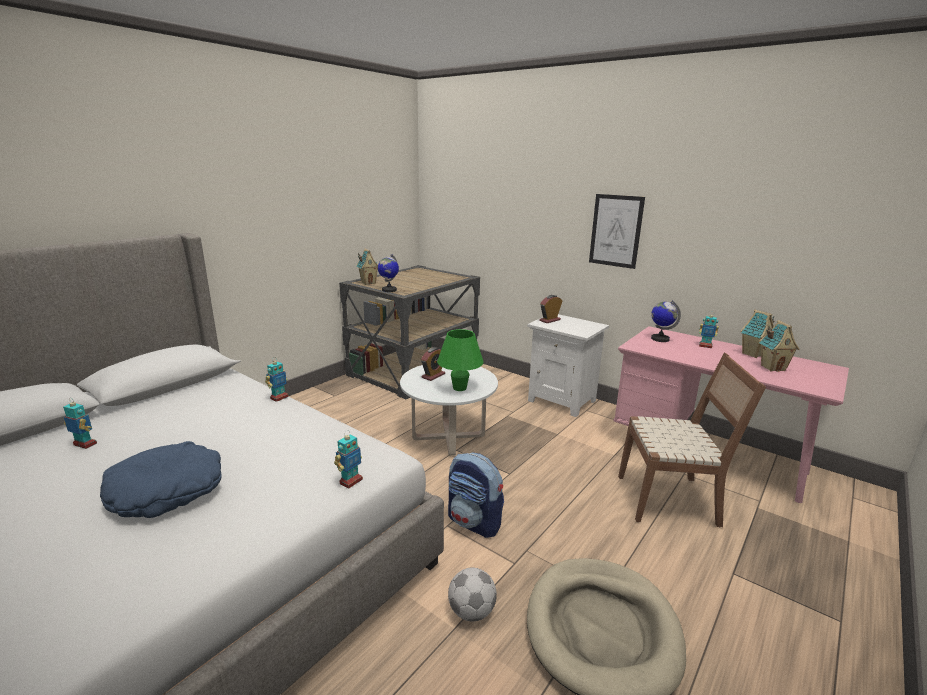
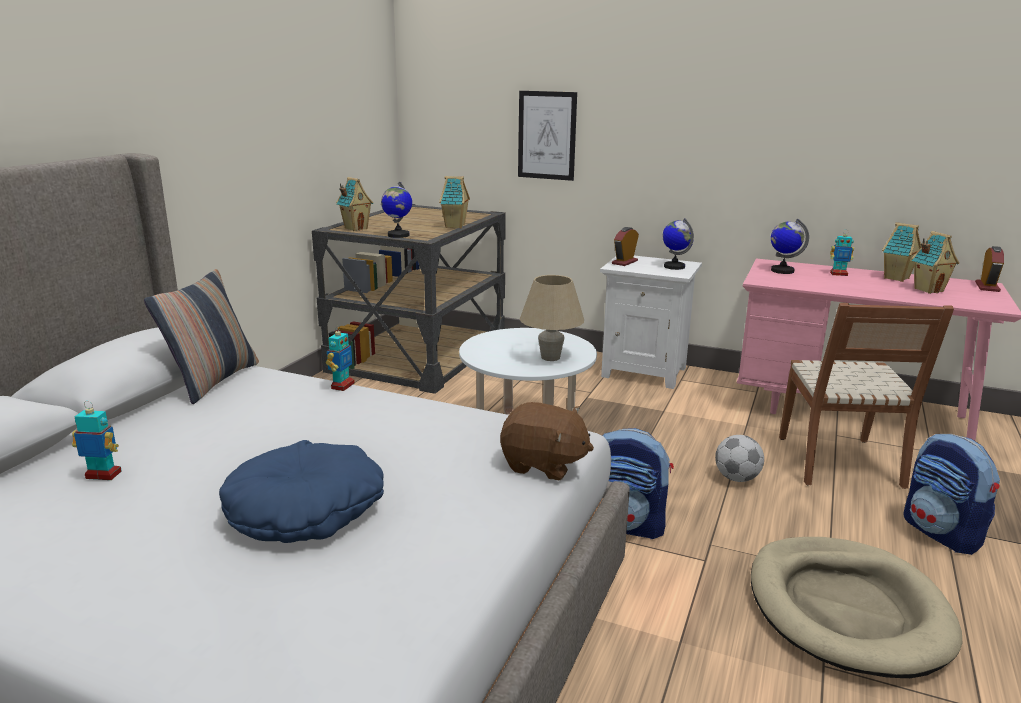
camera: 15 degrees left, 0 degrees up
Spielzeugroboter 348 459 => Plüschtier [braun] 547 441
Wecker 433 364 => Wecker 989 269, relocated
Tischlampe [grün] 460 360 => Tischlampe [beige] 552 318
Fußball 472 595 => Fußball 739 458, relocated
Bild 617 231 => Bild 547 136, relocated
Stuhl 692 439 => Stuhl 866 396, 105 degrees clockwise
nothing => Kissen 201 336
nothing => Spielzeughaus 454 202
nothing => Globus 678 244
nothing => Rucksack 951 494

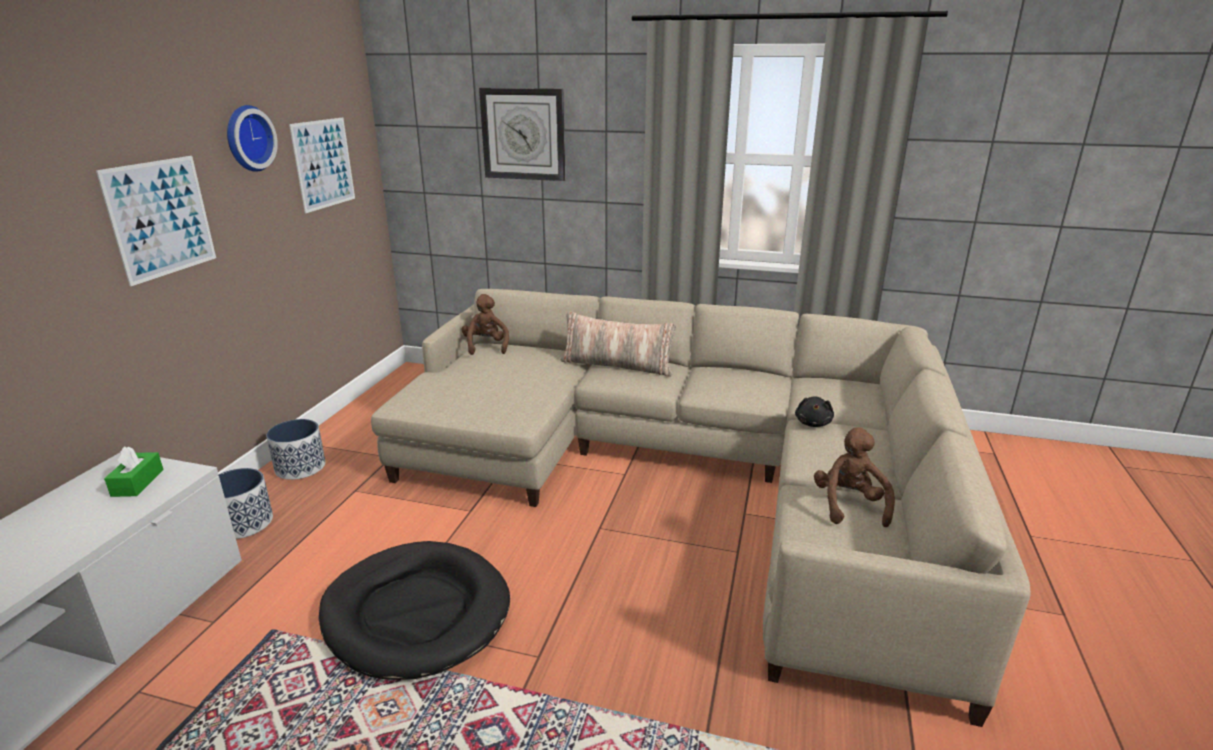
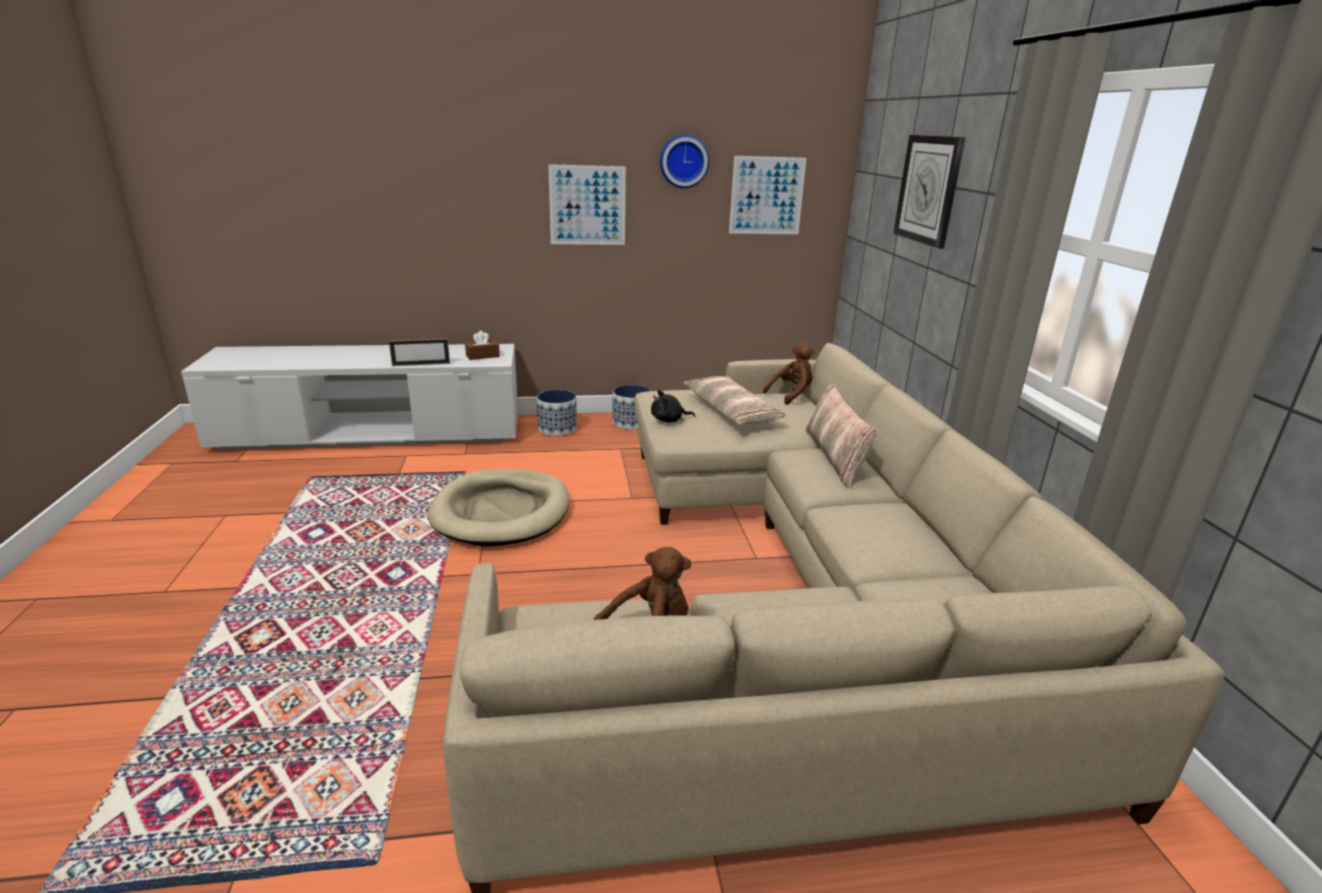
camera: 65 degrees right, 0 degrees up
Taschentuchbox [grün] 134 472 => Taschentuchbox [braun] 482 345
Hundebett [schwarz] 414 610 => Hundebett [beige] 498 508
Plüschtier [schwarz] 814 412 => Plüschtier [schwarz] 673 406, relocated
nothing => Bilderrahmen 419 352
nothing => Kissen 734 400

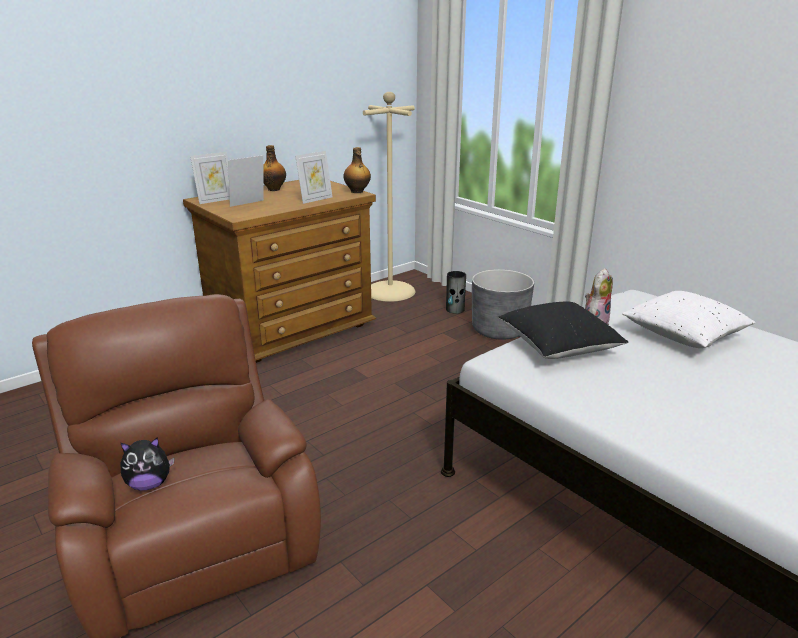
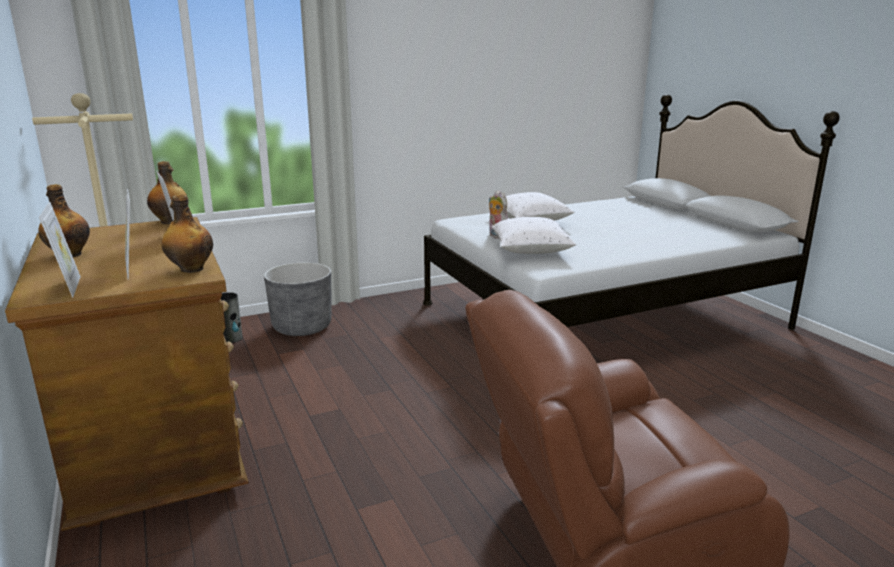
camera: 75 degrees left, 5 degrees down
Plüschtier 148 464 => nothing
Kissen [schwarz] 563 330 => Kissen [weiß] 533 235
nothing => Flasche 187 234

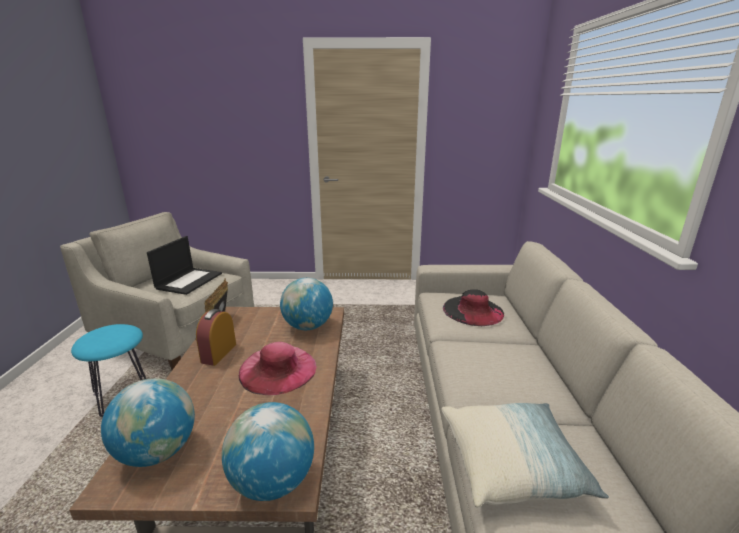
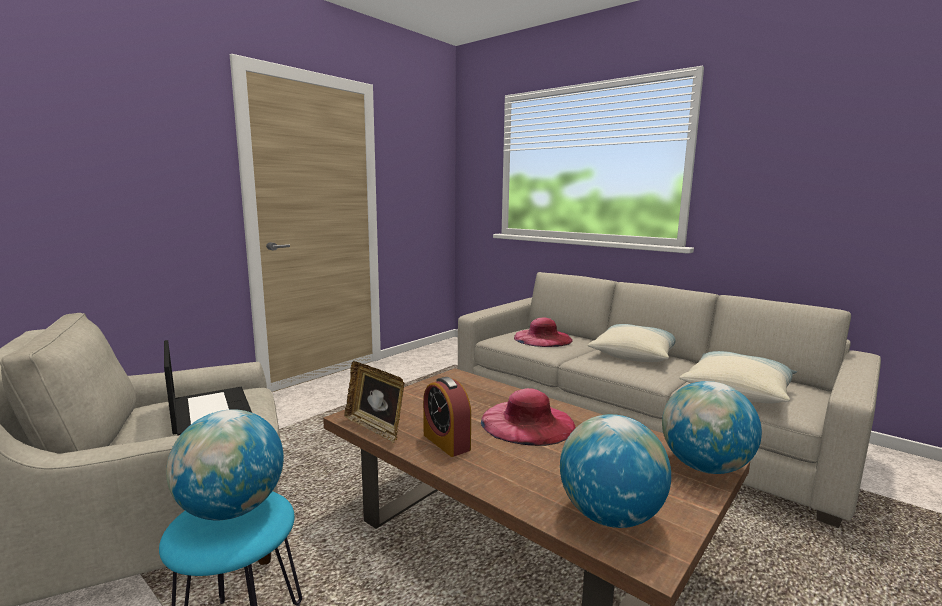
camera: 50 degrees left, 10 degrees down
Globus 306 304 => Globus 225 464, relocated
Hut [schwarz] 473 307 => Hut [rosa] 543 332
nothing => Kissen 632 343

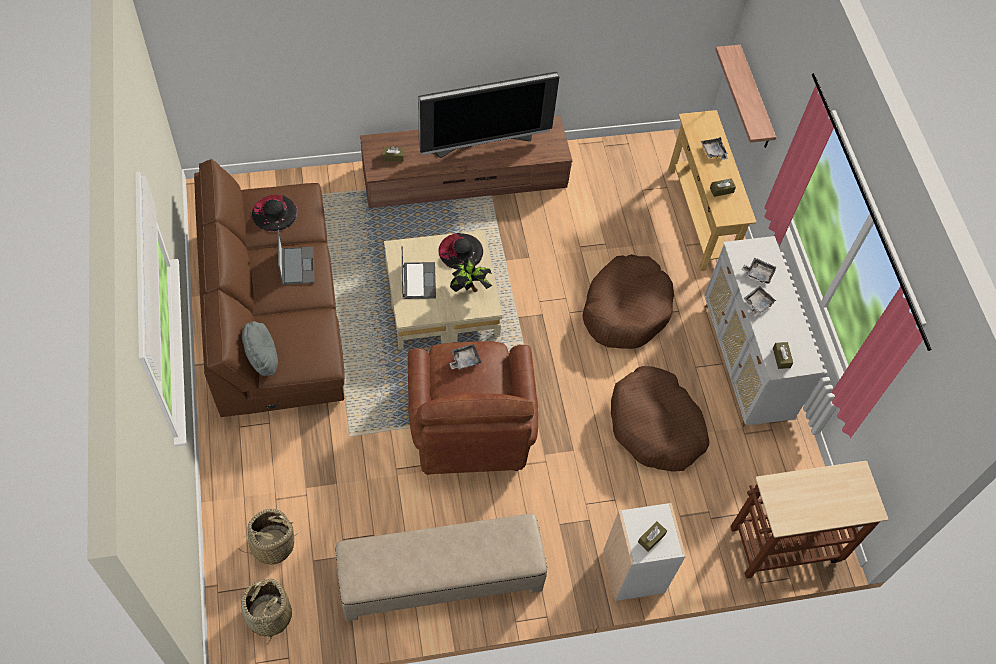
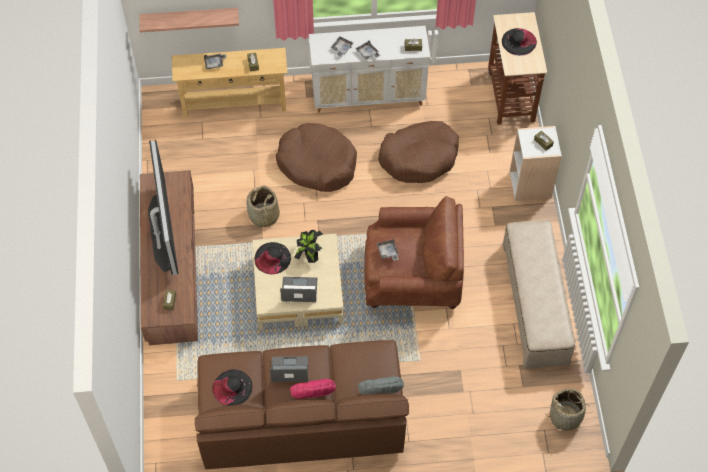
camera: 80 degrees left, 0 degrees up
Korb 269 537 => Korb 263 207, relocated
nothing => Kissen [rosa] 313 389
nothing => Hut [schwarz] 519 42

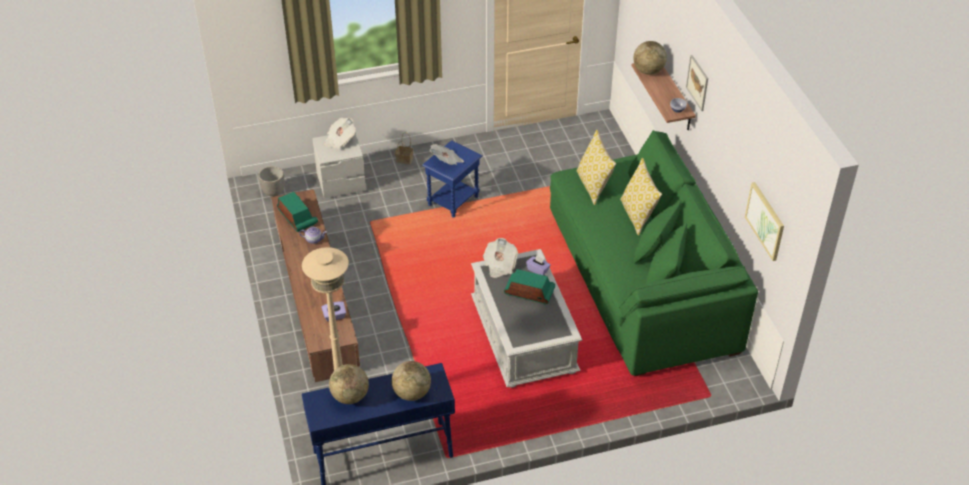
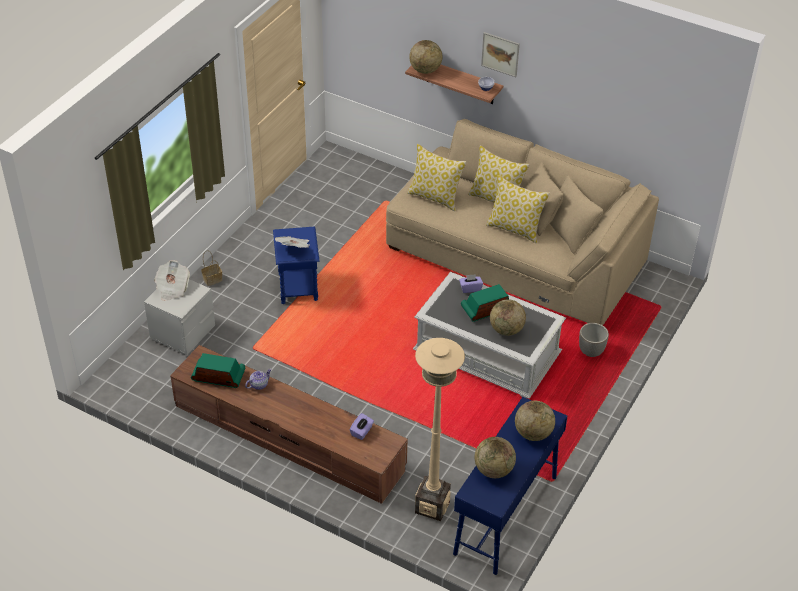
camera: 45 degrees left, 0 degrees up
Pflanzkübel 271 181 => Pflanzkübel 594 340, relocated
Zeitung 500 258 => nothing
Sofa [grün] 654 253 => Sofa [beige] 522 222
Bild 764 221 => nothing
nothing => Kissen 518 209
nothing => Globus 508 317

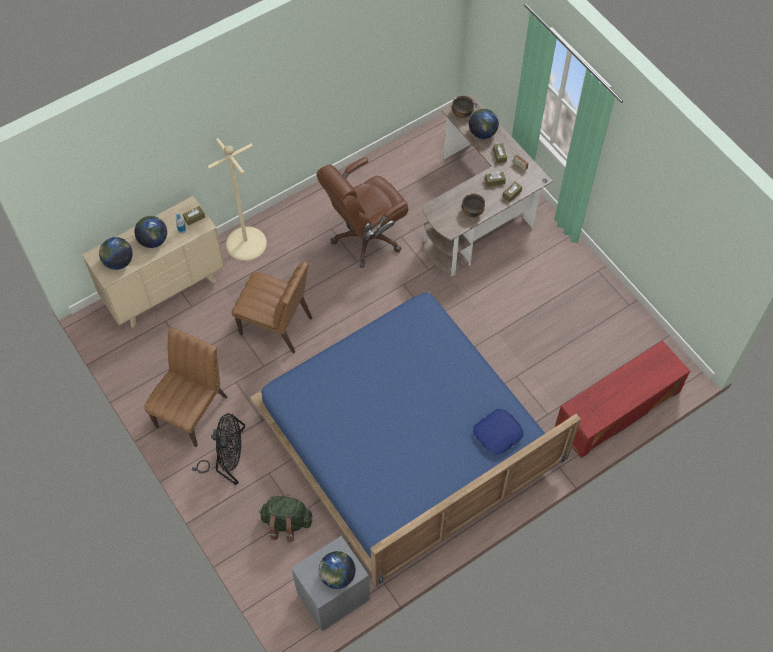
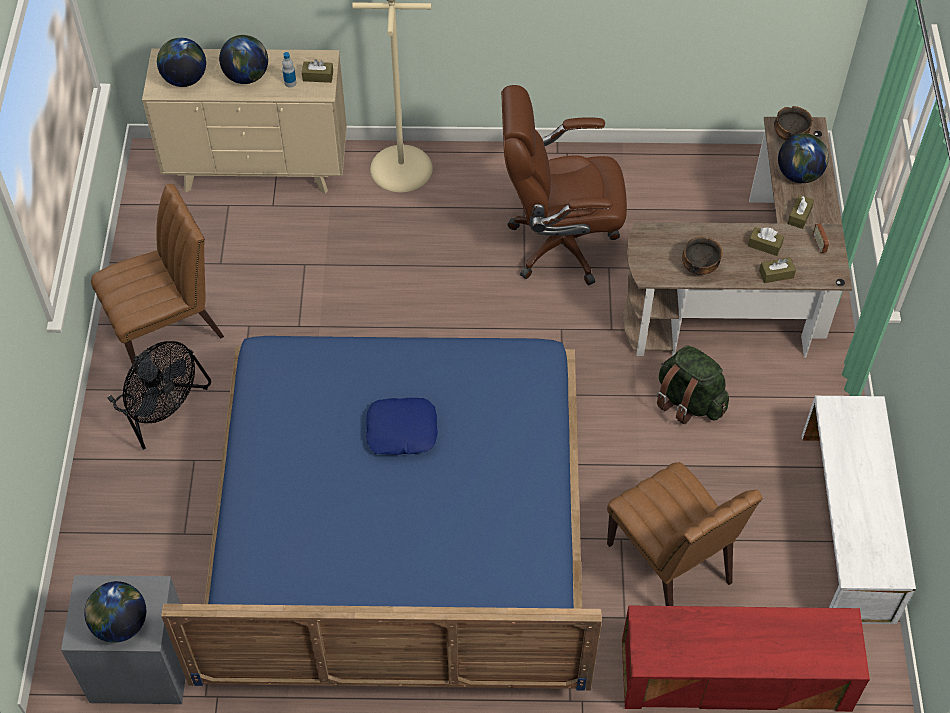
camera: 35 degrees right, 5 degrees down
Stuhl [braun] 272 307 => Stuhl [braun] 685 534, relocated
Rucksack [grün] 285 518 => Rucksack [grün] 693 384, relocated
Kissen [blau] 498 432 => Kissen [blau] 402 426, relocated
nothing => Bank [weiß] 859 510

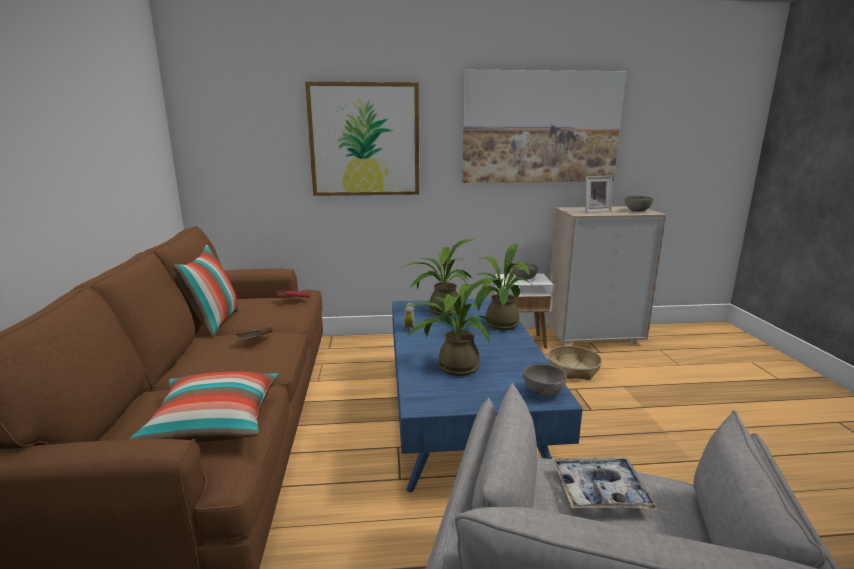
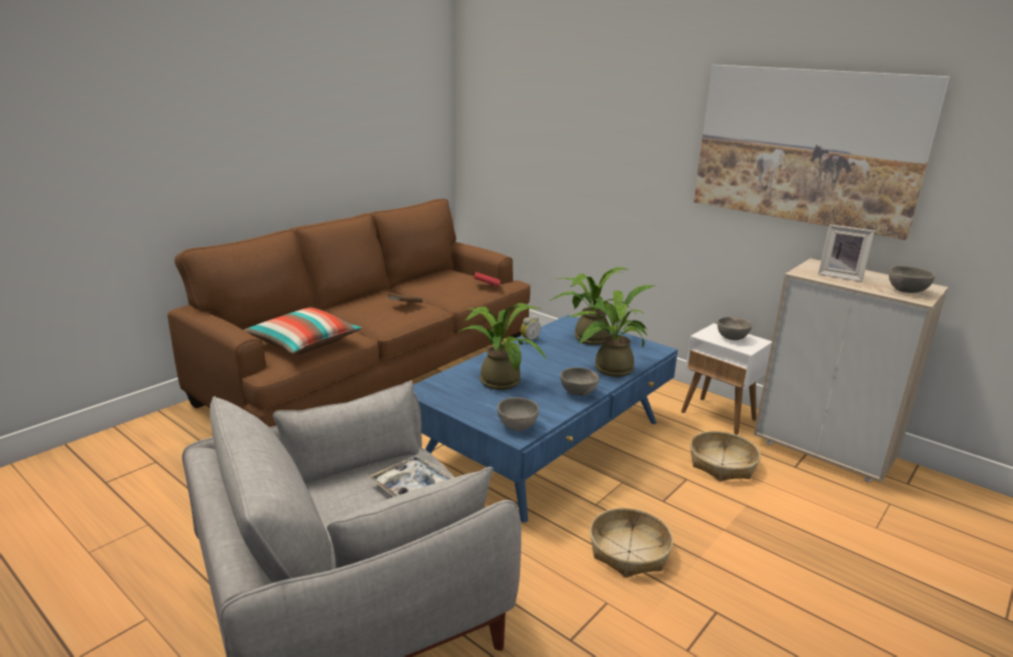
camera: 45 degrees right, 5 degrees up
Kissen 206 291 => nothing
Bild 362 139 => nothing
nothing => Schüssel [grau] 579 381
nothing => Korb 631 543

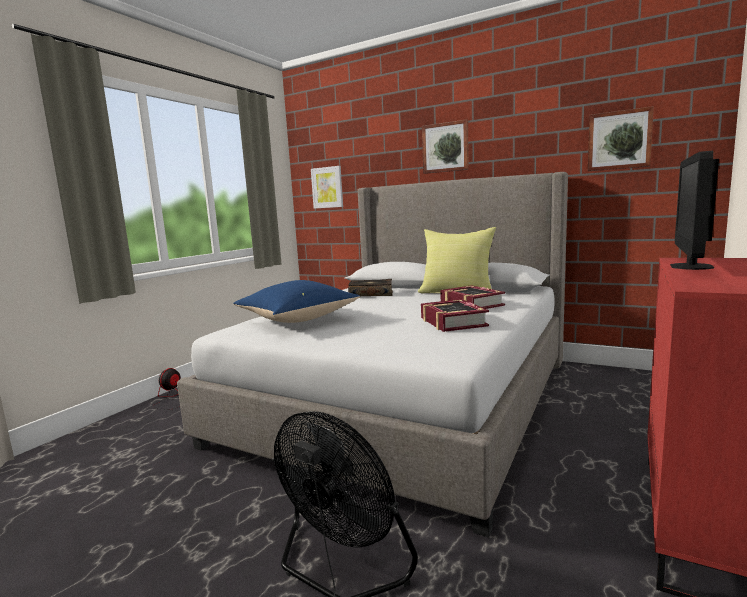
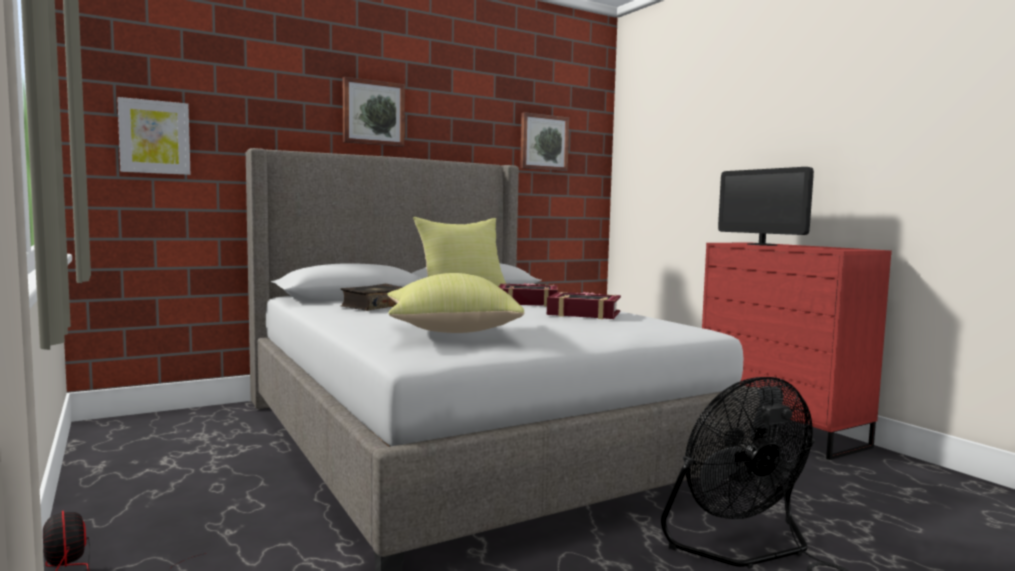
camera: 60 degrees left, 5 degrees down
Kissen [blau] 296 301 => Kissen [gelb] 456 303

